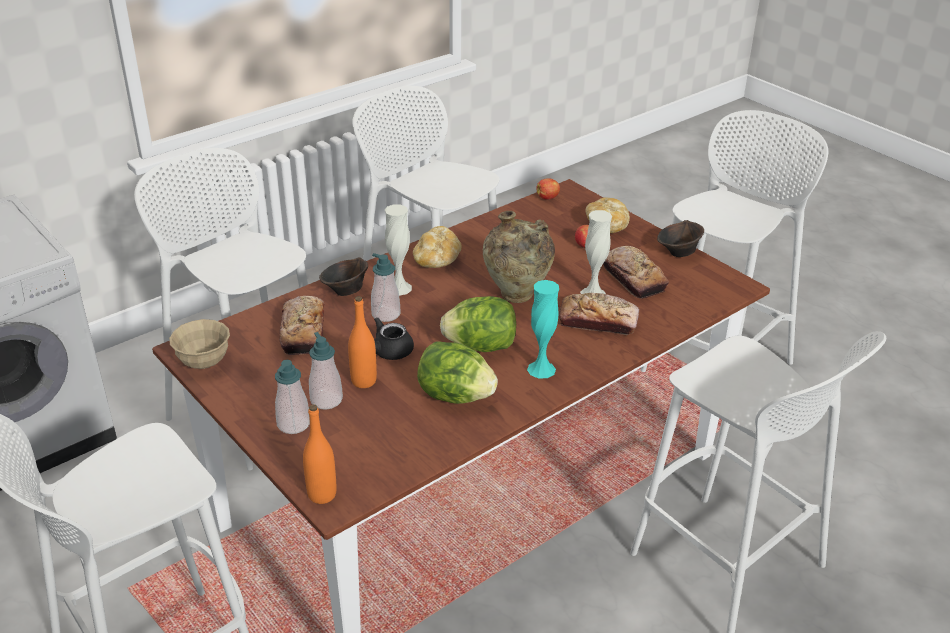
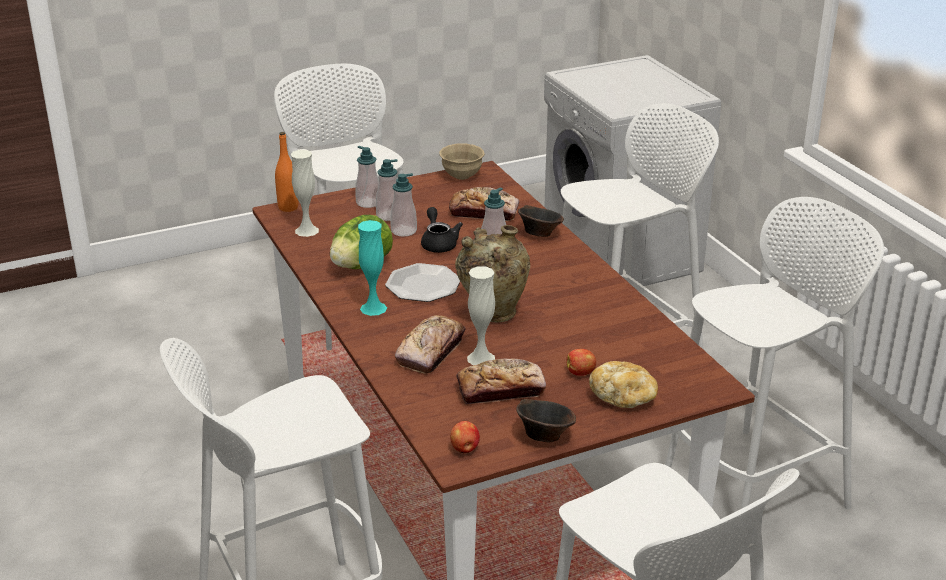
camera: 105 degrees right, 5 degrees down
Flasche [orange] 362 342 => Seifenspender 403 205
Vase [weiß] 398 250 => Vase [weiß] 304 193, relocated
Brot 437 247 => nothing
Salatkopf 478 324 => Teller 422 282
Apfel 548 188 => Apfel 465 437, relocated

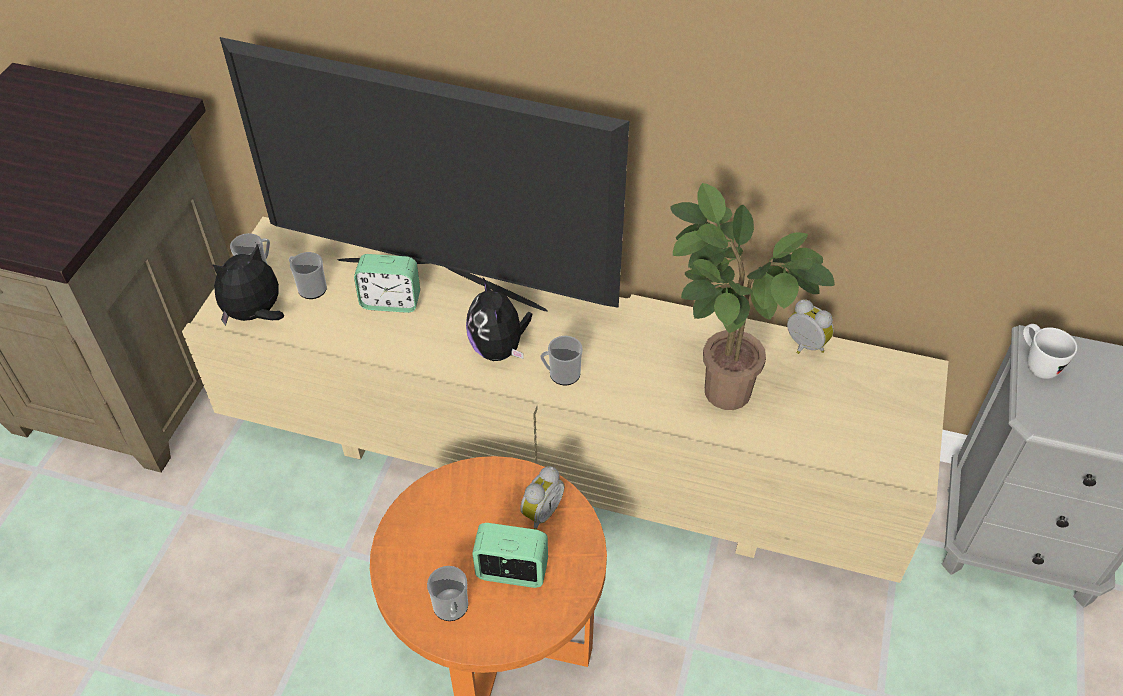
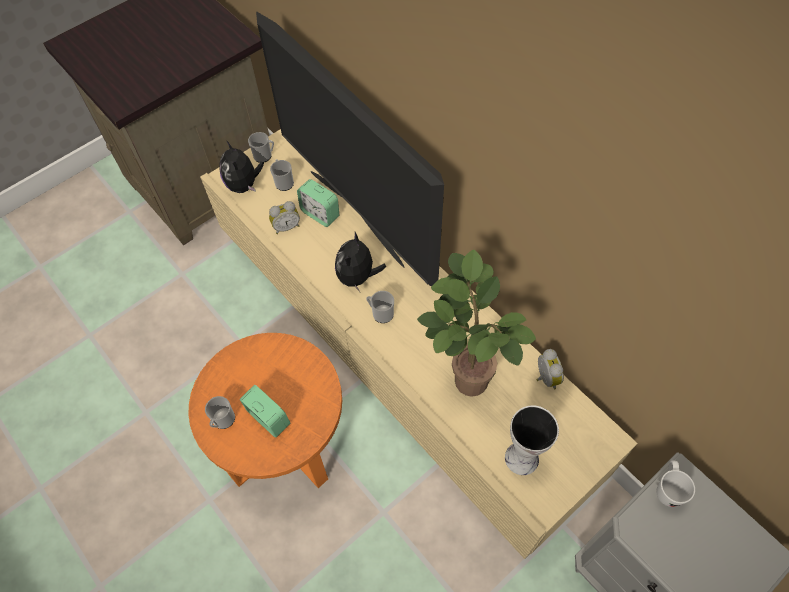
camera: 35 degrees right, 10 degrees up
Plüschtier 248 285 => Plüschtier 241 166, 105 degrees counterclockwise
Wecker 542 498 => Wecker 284 217, relocated
nothing => Vase 532 440

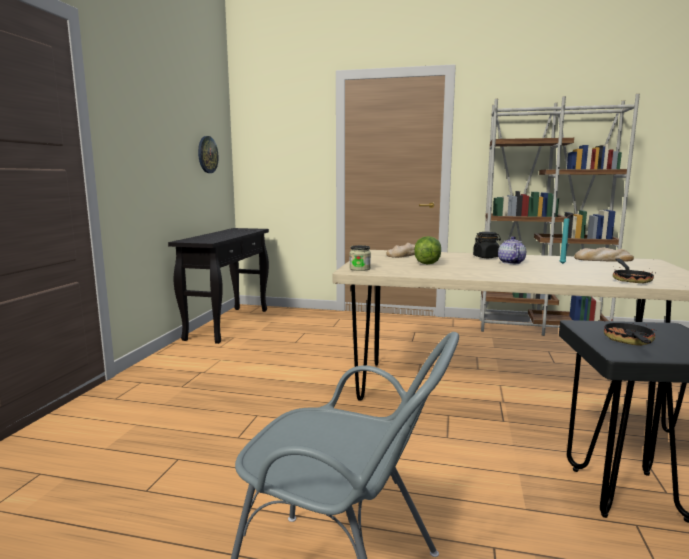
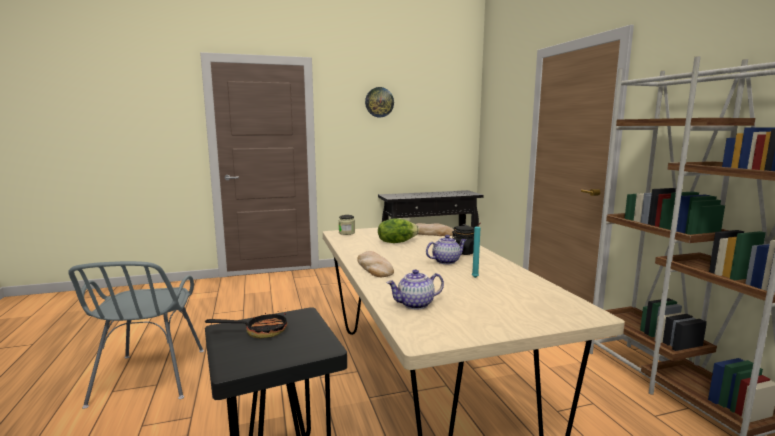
camera: 60 degrees right, 0 degrees up
Wanduhr 208 154 => Wanduhr 379 102, relocated
Brot 604 255 => Brot 375 264, relocated
Pfanne 634 270 => Teekanne 415 289

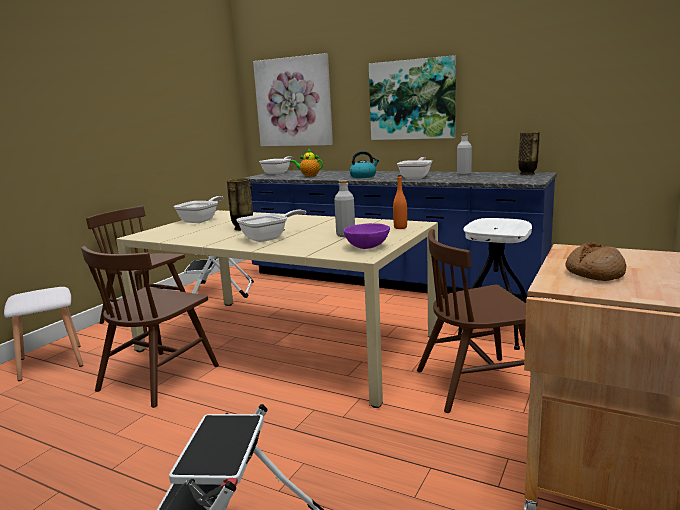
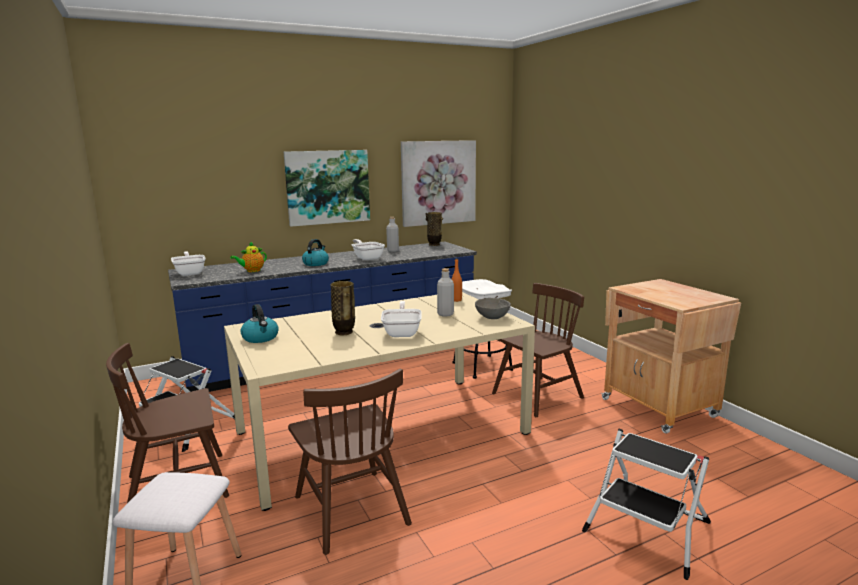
camera: 55 degrees left, 0 degrees up
Pfanne 199 209 => Wasserkessel 259 323
Bild 293 99 => Bild 438 183, relocated
Schüssel [lila] 367 236 => Schüssel [grau] 493 308
Stuhl [braun] 474 321 => Stuhl [braun] 538 350, 150 degrees counterclockwise
Brot 595 261 => nothing

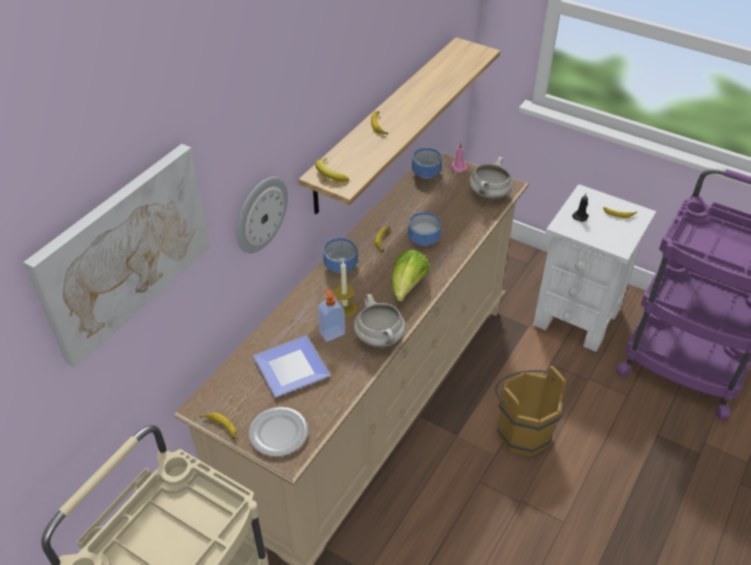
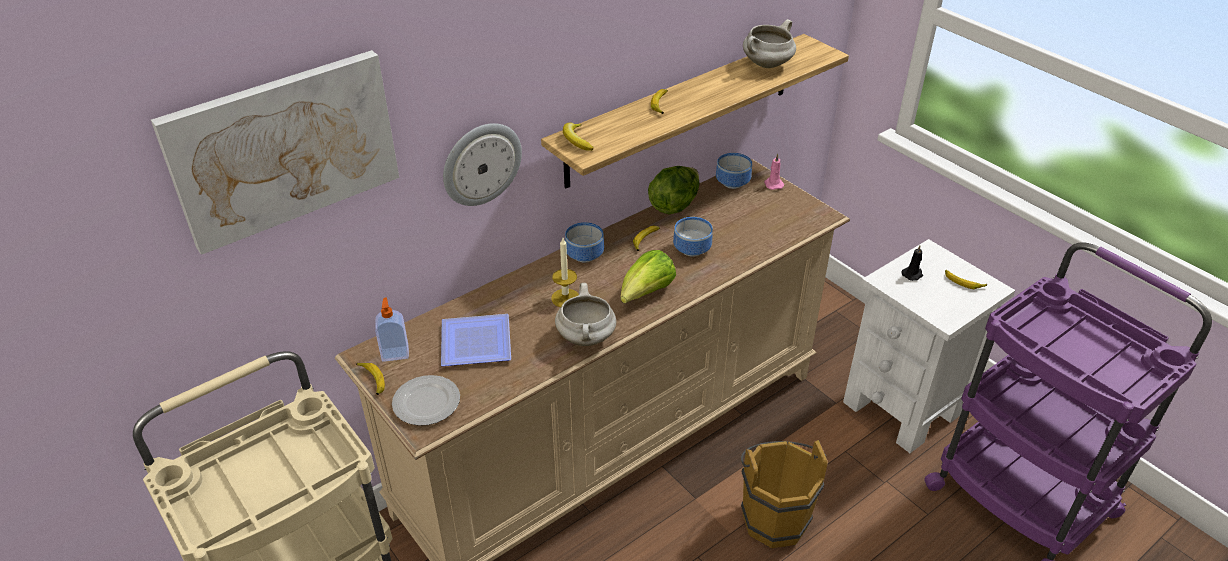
camera: 20 degrees right, 5 degrees down
Seifenspender 331 315 => Seifenspender 392 329, relocated
Kochtopf [weiß] 491 178 => Kochtopf [weiß] 769 43, relocated
nothing => Salatkopf 673 190

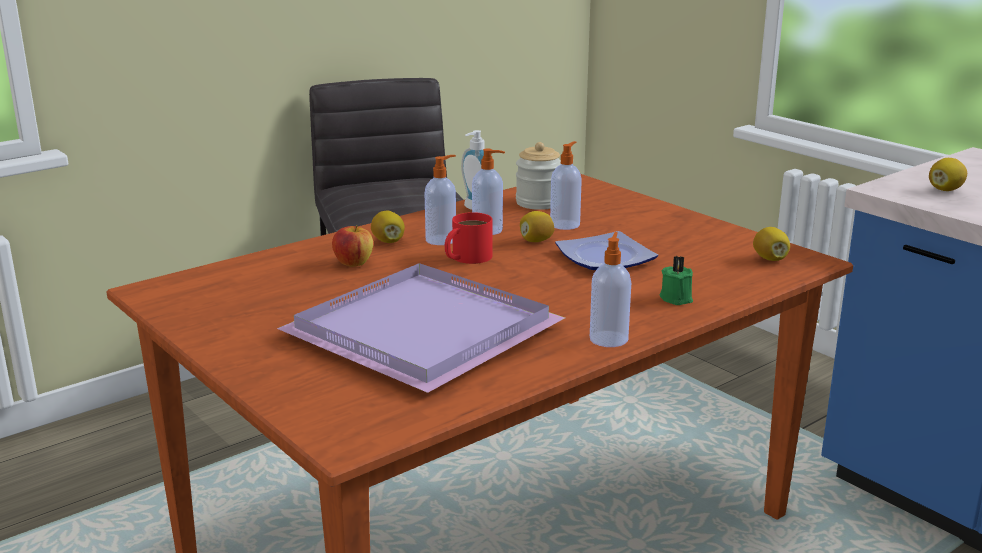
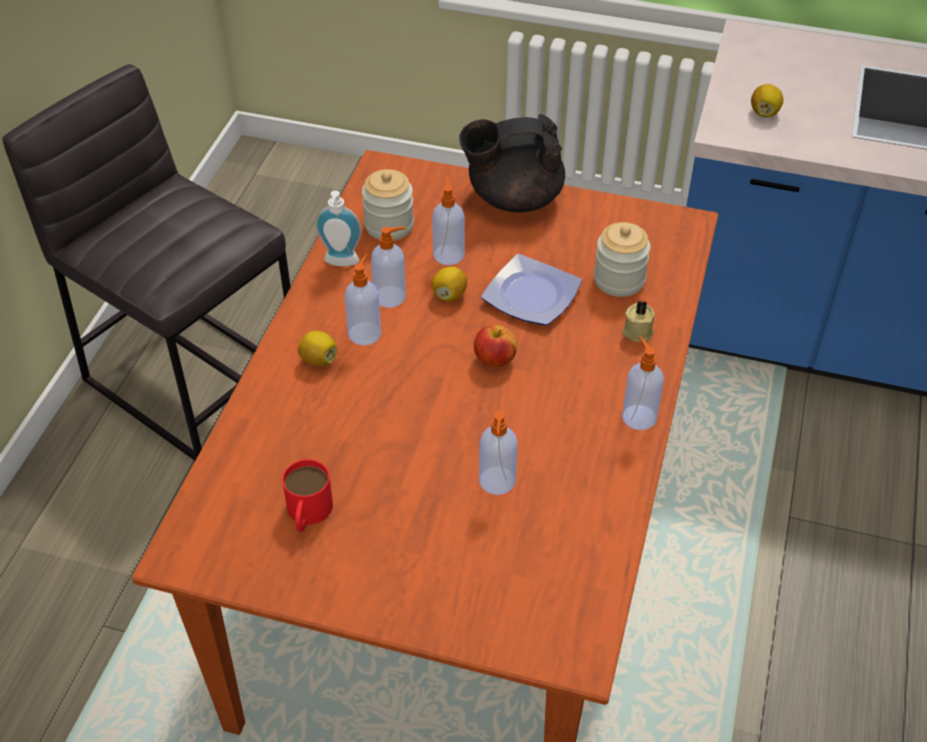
camera: 35 degrees left, 25 degrees up
Tablett [lila] 421 328 => Seifenspender 498 453
Apfel 352 246 => Apfel 495 346, relocated
Henkelbecher [rot] 468 238 => Henkelbecher [rot] 307 495, relocated
Kerze [grün] 676 280 => Kerze [beige] 638 321
Zitrone 771 244 => nothing
nothing => Teekanne [schwarz] 512 163
nothing => Vorratsglas 622 259

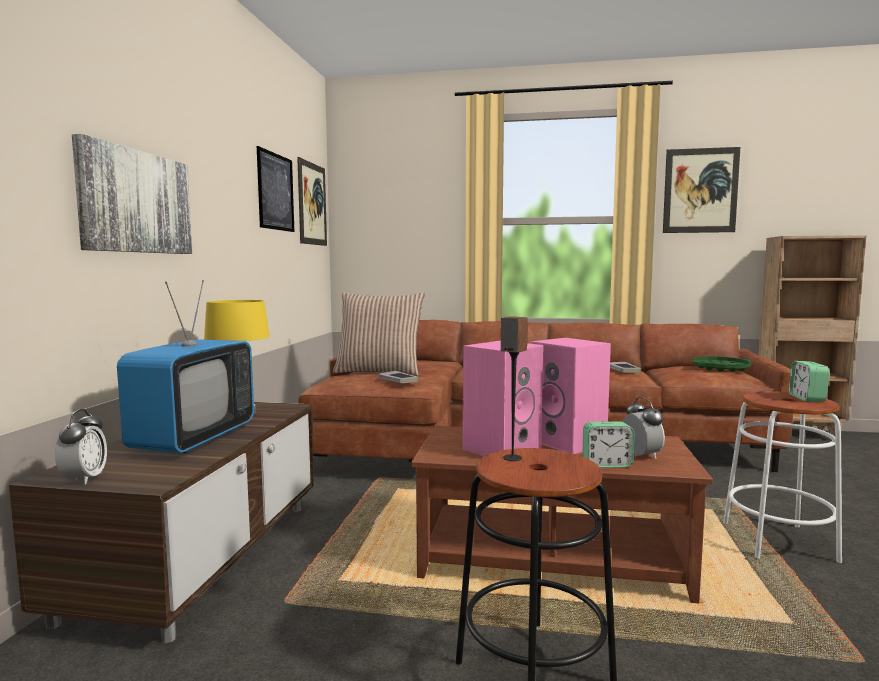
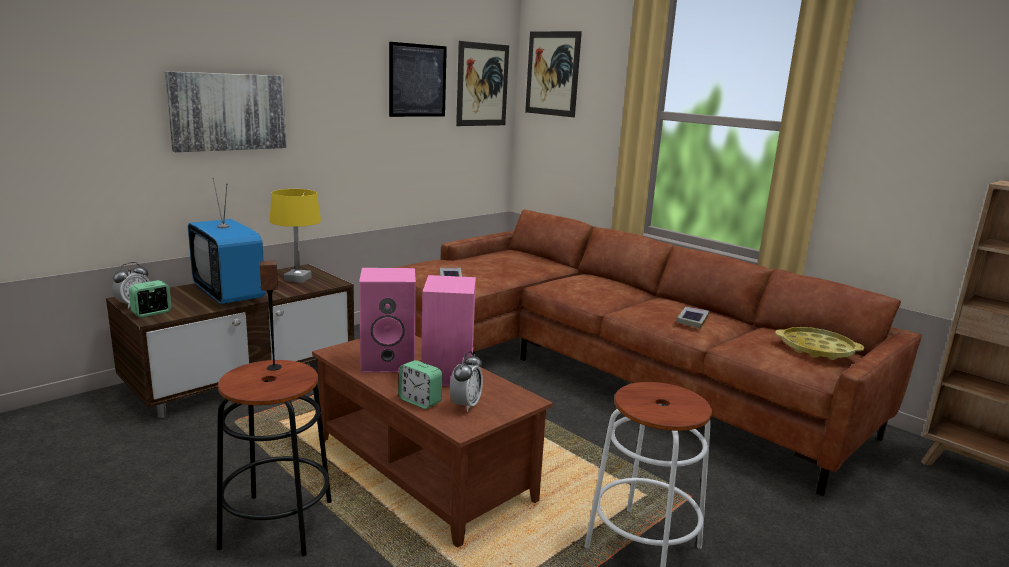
camera: 35 degrees right, 10 degrees up
Fernseher 185 366 => Fernseher 226 241, 90 degrees clockwise
Kissen 379 334 => nothing
Bild 701 190 => Bild 553 74, relocated
Tablett [grün] 721 364 => Tablett [gelb] 819 343
Wecker 809 381 => Wecker 150 299, relocated

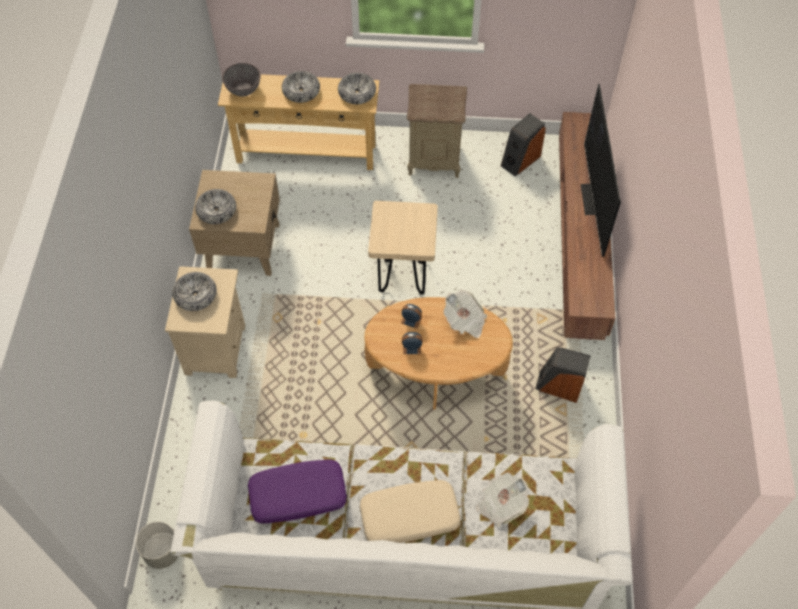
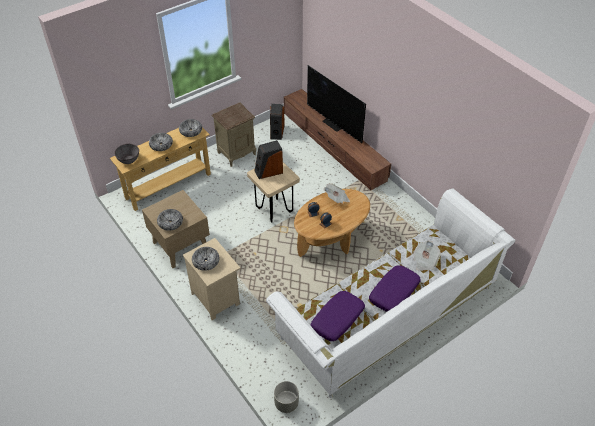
camera: 40 degrees left, 10 degrees down
Kissen [beige] 410 511 => Kissen [lila] 395 288
Lautsprecher 563 375 => Lautsprecher 268 159, relocated

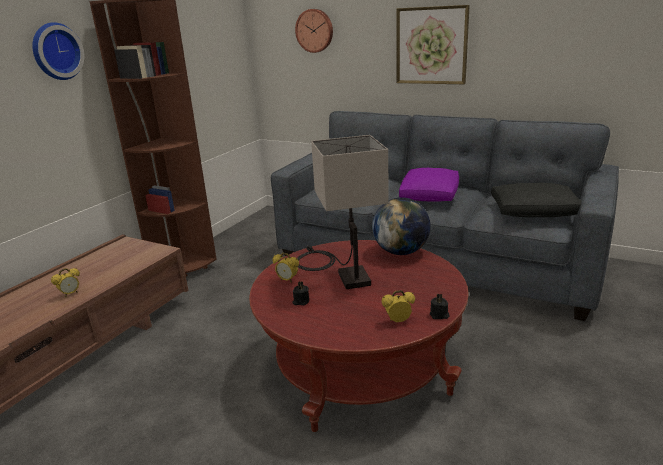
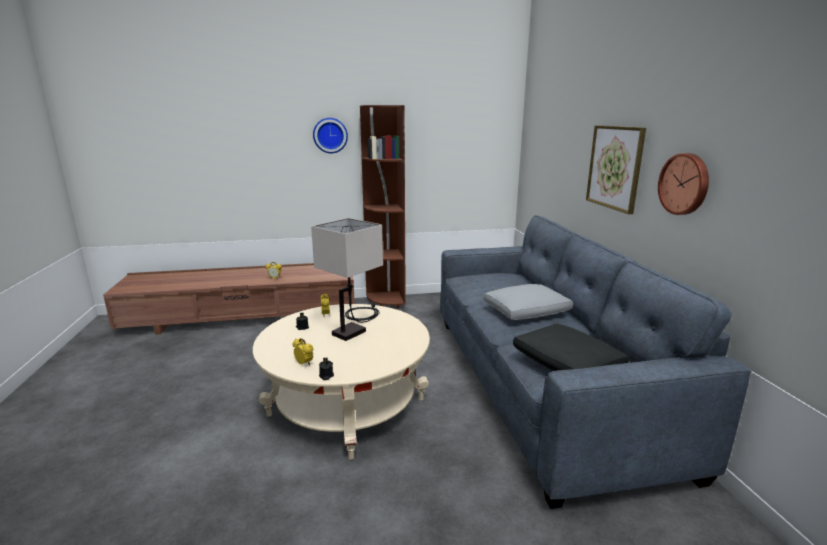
camera: 50 degrees right, 5 degrees down
Couchtisch [rot] 359 336 => Couchtisch [beige] 341 382
Wanduhr 314 31 => Wanduhr 683 184, relocated
Globus 401 226 => nothing
Kissen [lila] 429 185 => Kissen [grau] 528 302

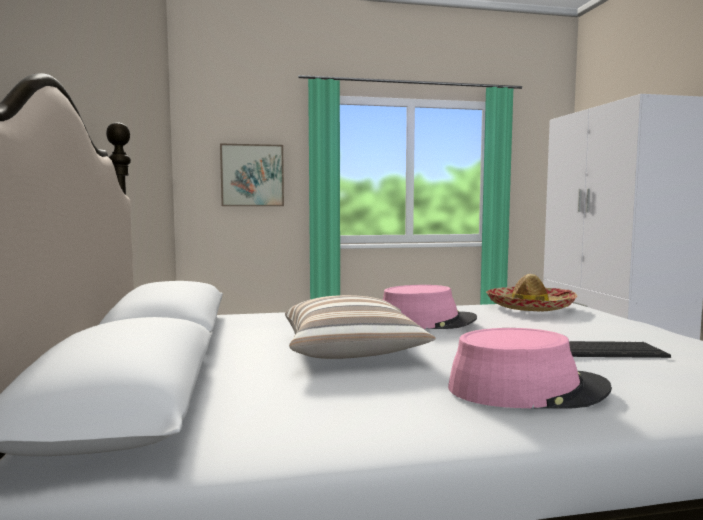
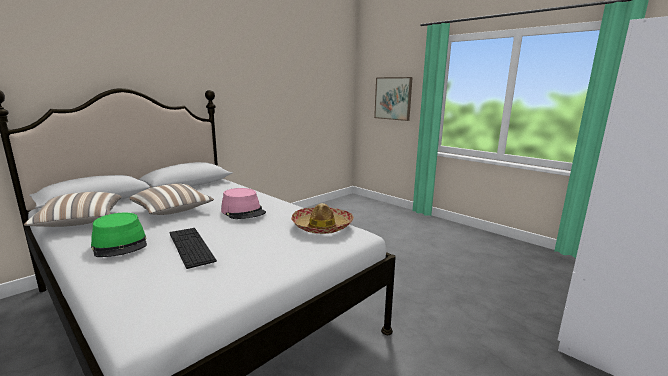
camera: 55 degrees right, 10 degrees up
Hut [rosa] 530 368 => Hut [grün] 119 235
nothing => Kissen 73 209

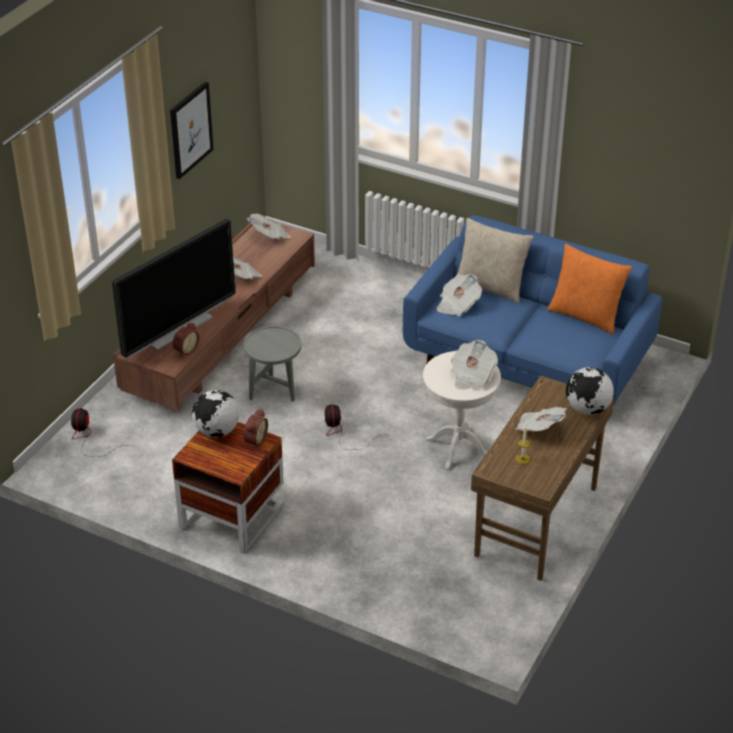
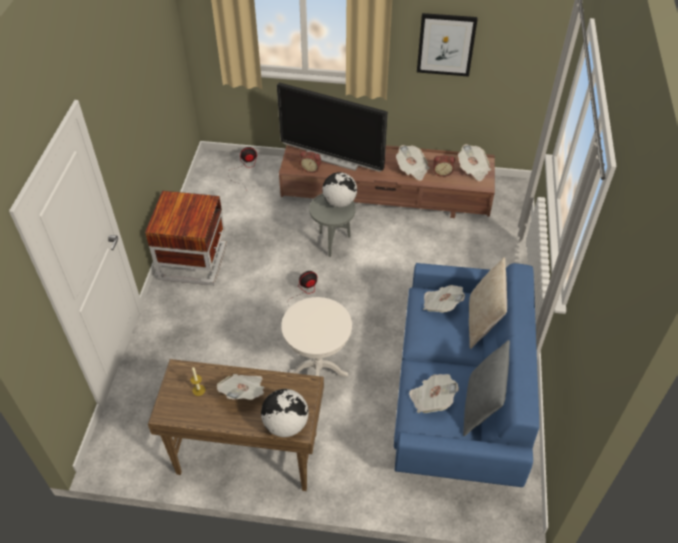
camera: 70 degrees right, 10 degrees up
Globus 215 413 => Globus 339 189, relocated
Wecker 255 428 => Wecker 444 166, relocated
Zeitung 474 365 => Zeitung 434 393, relocated
Kissen [orange] 589 289 => Kissen [grau] 486 388

